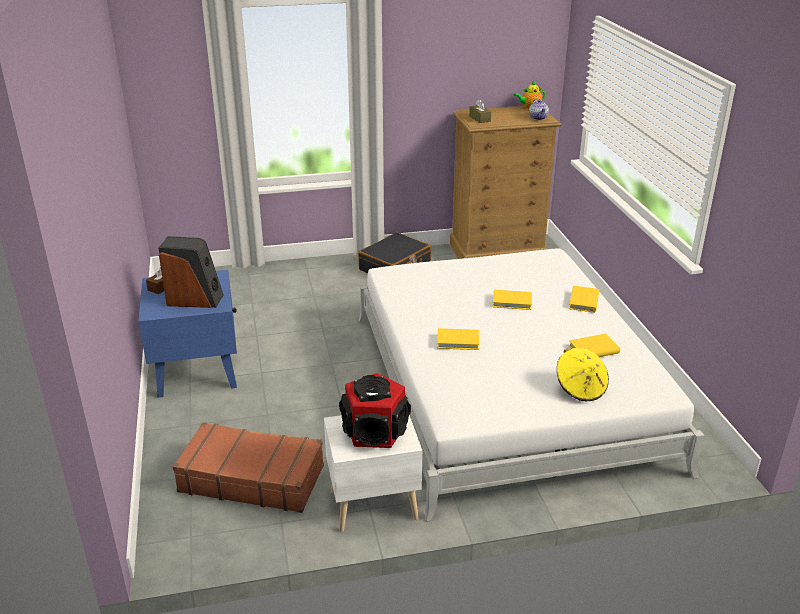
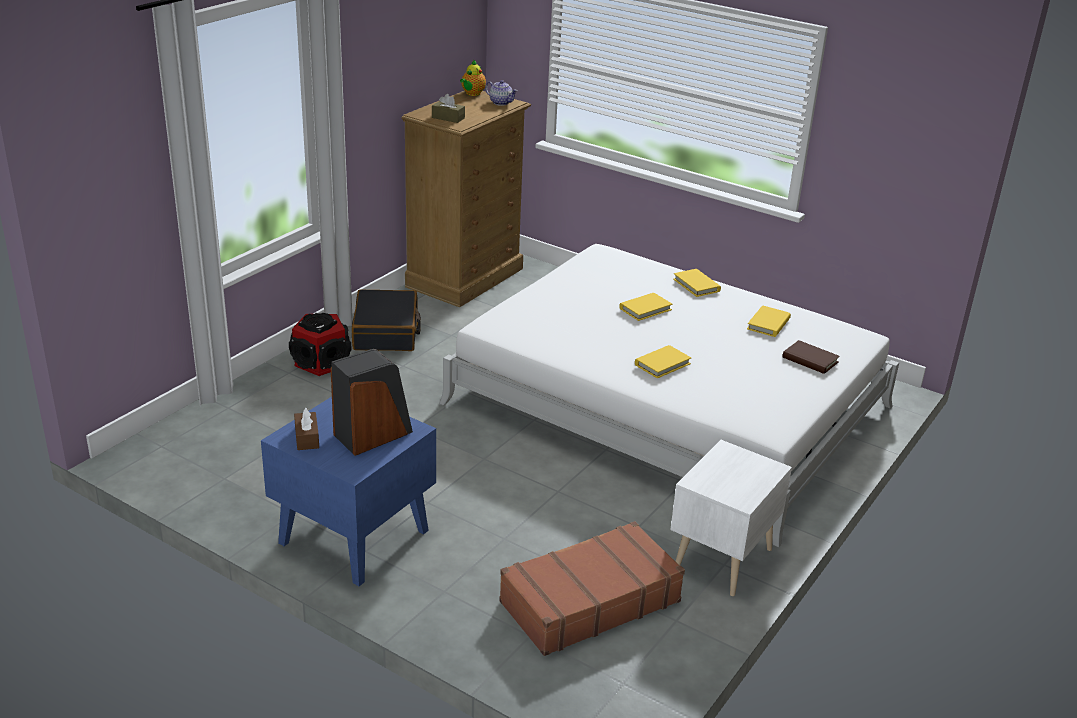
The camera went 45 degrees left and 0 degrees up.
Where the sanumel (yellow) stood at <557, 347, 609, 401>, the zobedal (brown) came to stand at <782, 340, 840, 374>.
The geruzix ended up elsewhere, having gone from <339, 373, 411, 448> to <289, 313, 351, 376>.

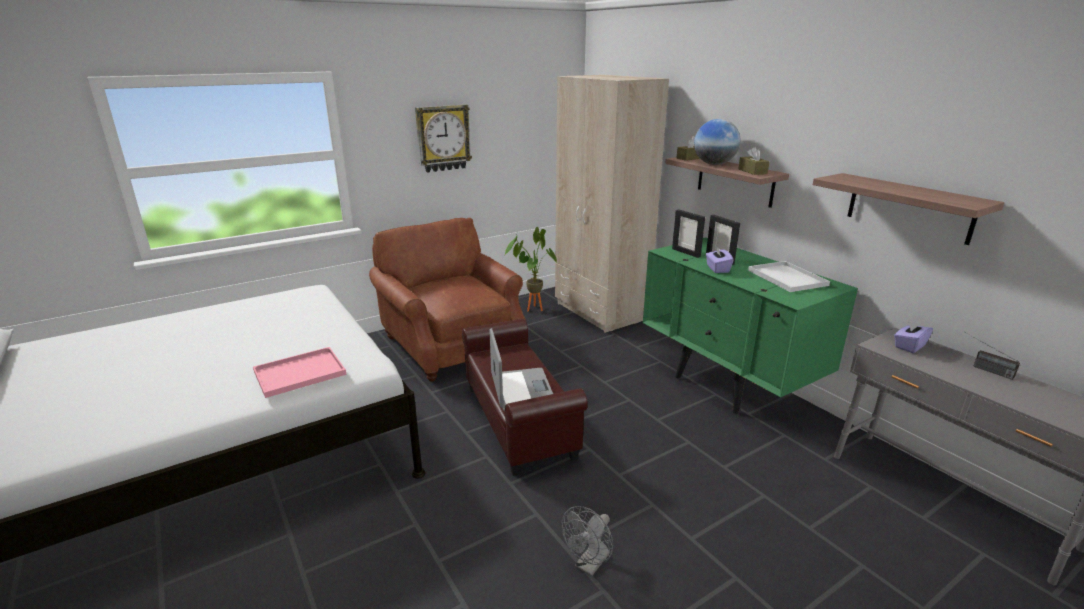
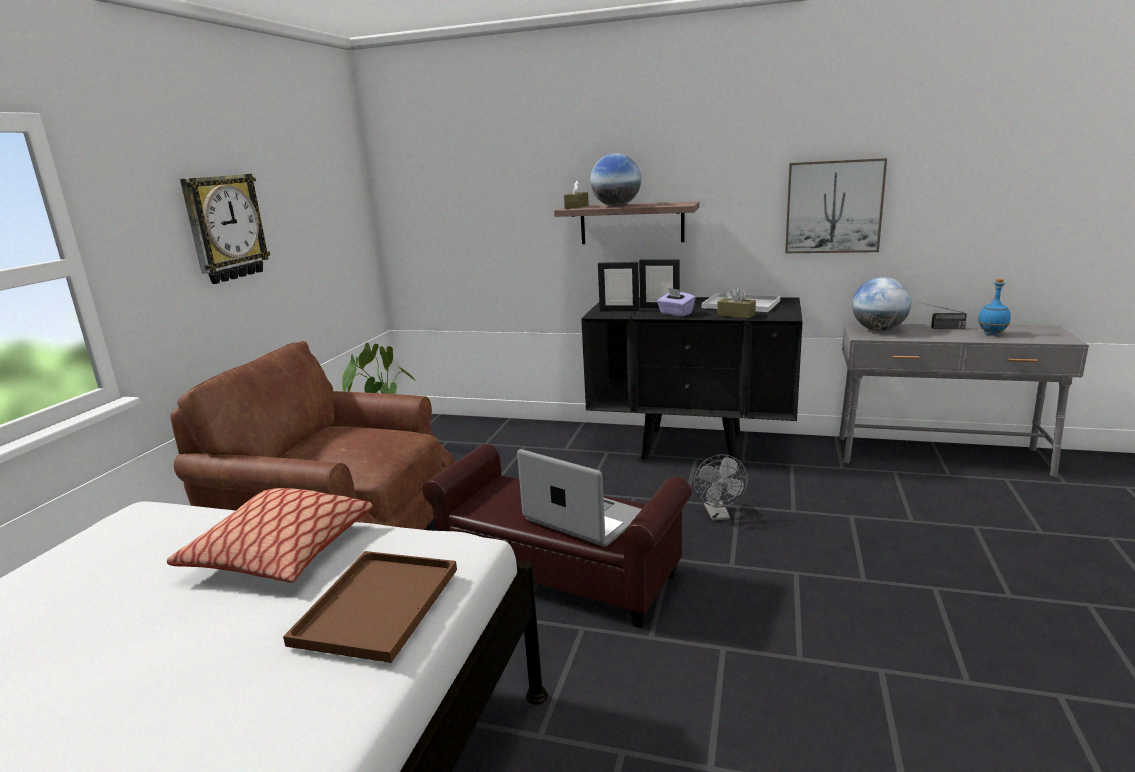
The camera went 40 degrees left and 5 degrees down.
The second view lost the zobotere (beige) at <555, 75, 669, 333>.
The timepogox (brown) ended up elsewhere, having gone from <738, 147, 769, 175> to <717, 287, 756, 318>.
Where the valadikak hung at <813, 173, 1005, 245>, the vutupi came to hang at <785, 158, 887, 253>.
What was the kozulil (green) at <643, 237, 858, 414> turned into the kozulil (black) at <581, 297, 803, 462>.
Where the timepogox (purple) stood at <894, 318, 933, 353>, the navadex came to stand at <852, 277, 911, 331>.
What was the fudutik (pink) at <253, 347, 347, 398> turned into the fudutik (brown) at <283, 551, 457, 663>.
The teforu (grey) ended up elsewhere, having gone from <561, 506, 613, 576> to <694, 454, 748, 521>.
The second view gained the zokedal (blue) at <978, 279, 1011, 336>.
The second view gained the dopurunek at <167, 488, 373, 583>.

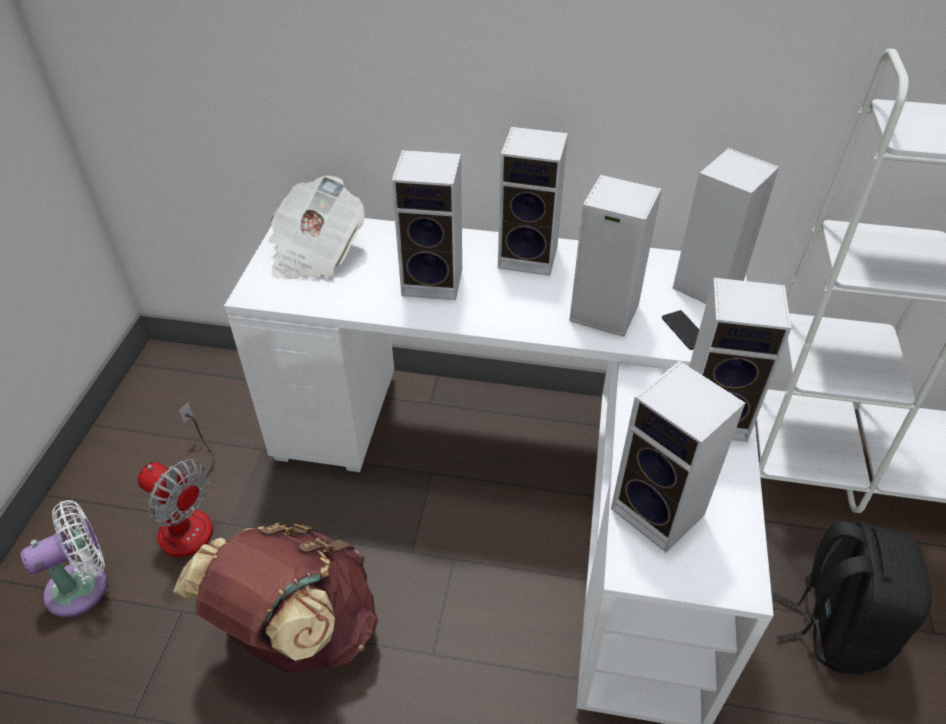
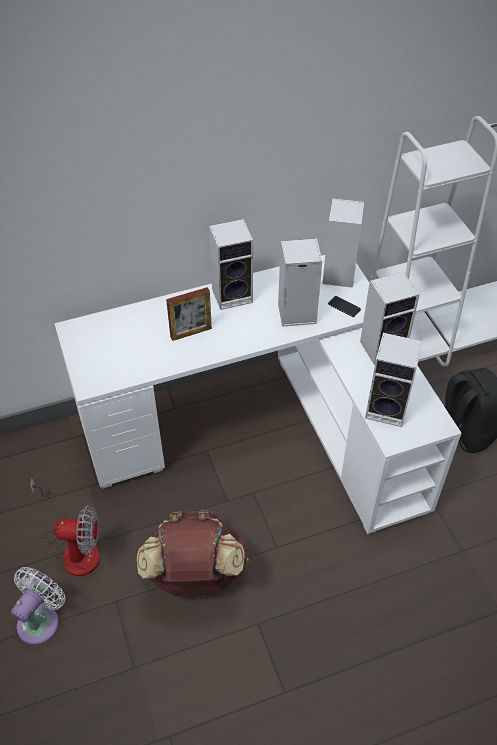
The camera went 30 degrees left and 5 degrees up.
Where the geruzix stood at <392, 150, 462, 300>, the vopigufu came to stand at <166, 287, 212, 341>.
The second view lost the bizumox at <269, 175, 365, 279>.

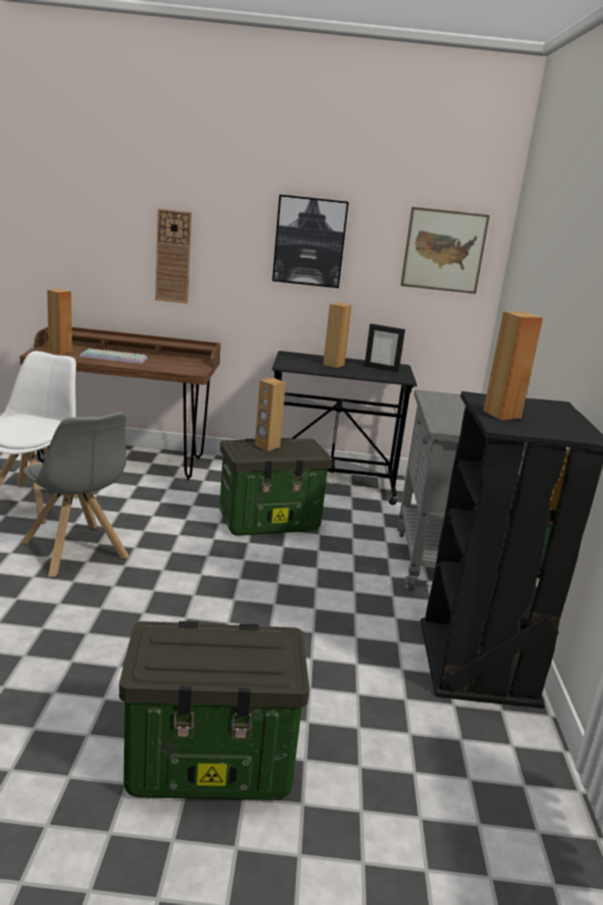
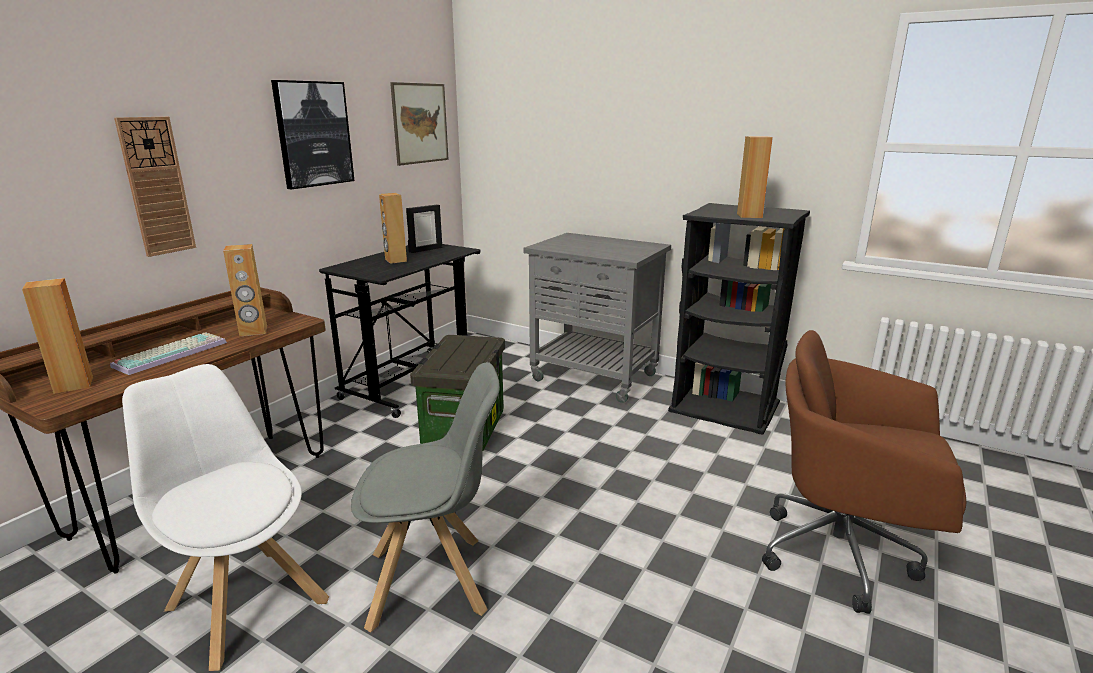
The camera went 60 degrees left and 0 degrees up.
The geruzix (brown) ended up elsewhere, having gone from <255, 378, 286, 451> to <223, 244, 267, 337>.
Where the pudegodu stood at <119, 621, 310, 800>, the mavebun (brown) came to stand at <762, 330, 966, 613>.

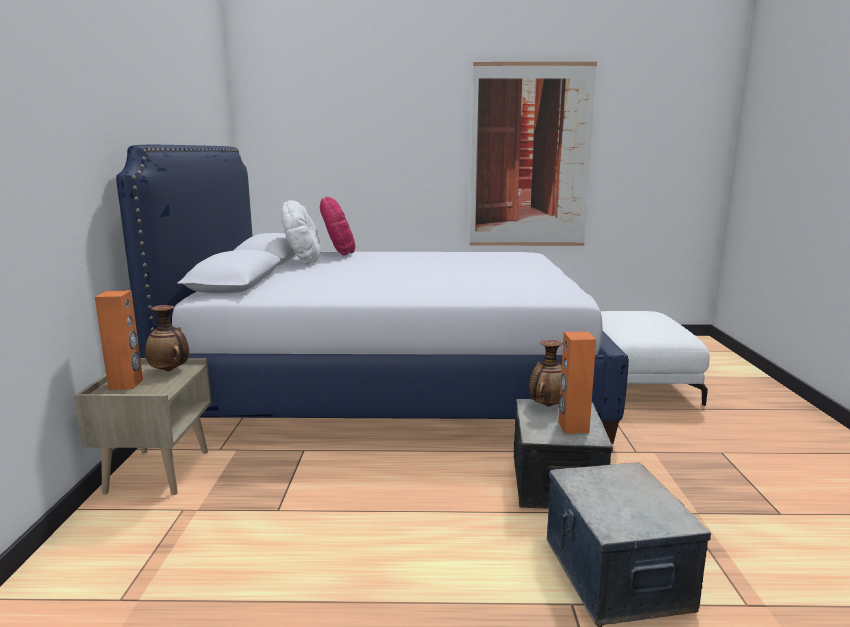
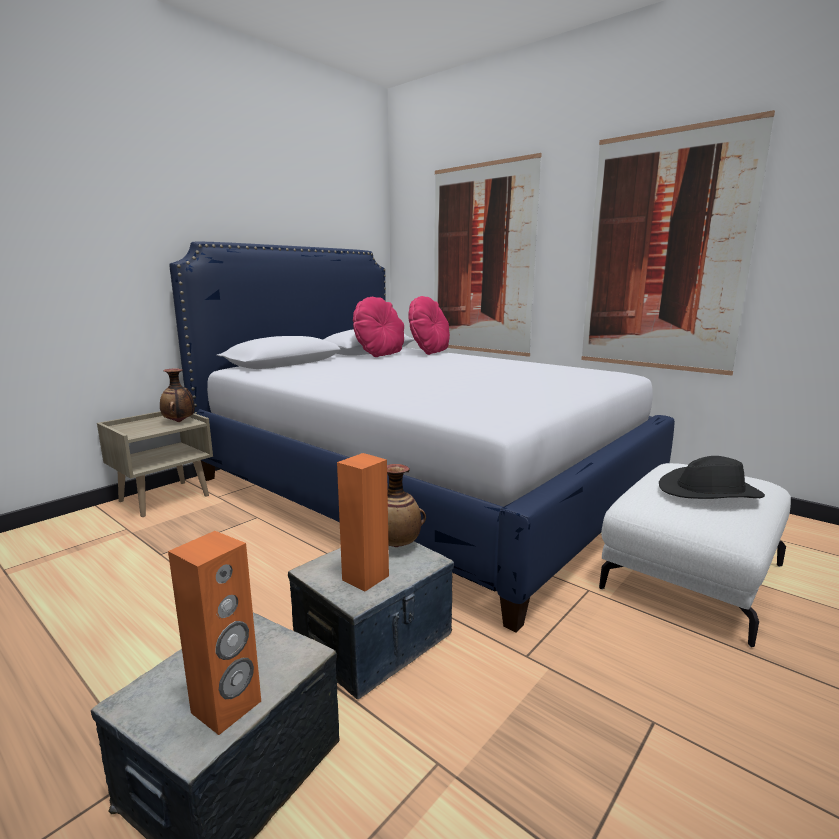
The camera went 40 degrees right and 0 degrees up.
What was the dopurunek (white) at <281, 200, 321, 264> turned into the dopurunek (pink) at <353, 297, 404, 357>.
The geruzix (orange) ended up elsewhere, having gone from <95, 290, 143, 390> to <168, 531, 261, 735>.
The second view gained the vutupi at <434, 153, 542, 357>.
The second view gained the sanumel (black) at <659, 456, 765, 499>.

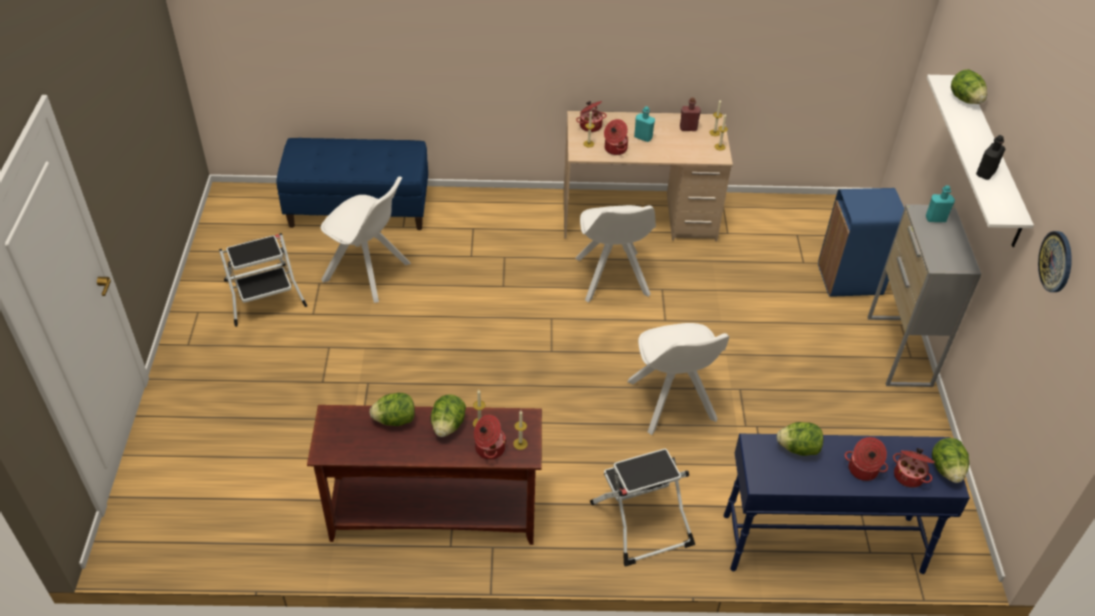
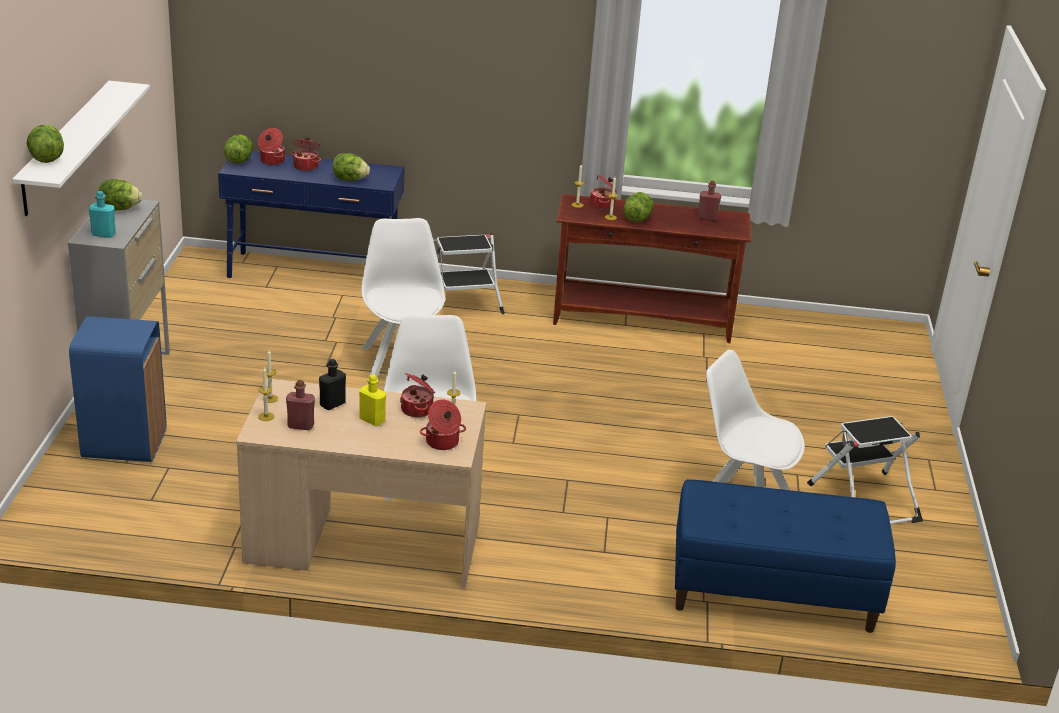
The camera went 175 degrees left and 15 degrees down.
What was the zokedal (turquoise) at <634, 106, 655, 142> turned into the zokedal (yellow) at <359, 374, 386, 426>.
The zokedal (black) ended up elsewhere, having gone from <976, 135, 1005, 180> to <319, 359, 346, 410>.
The second view lost the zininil at <1038, 231, 1072, 292>.
The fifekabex ended up elsewhere, having gone from <369, 393, 415, 426> to <99, 179, 142, 210>.
The second view gained the zokedal (red) at <698, 180, 721, 221>.

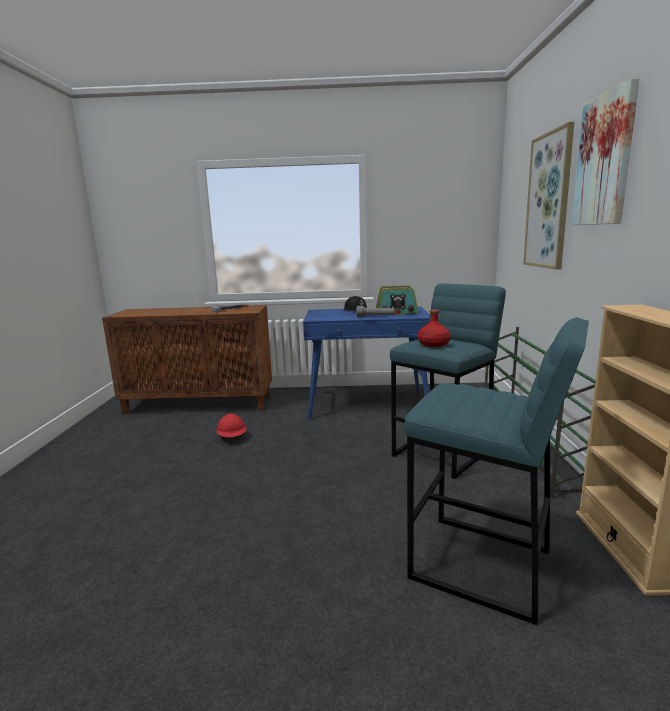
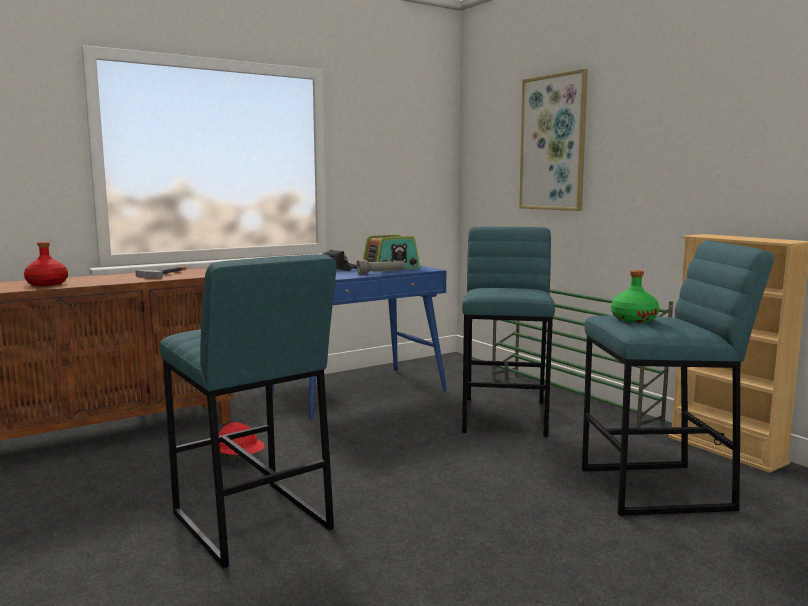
The camera went 35 degrees left and 5 degrees down.
The second view lost the vutupi at <571, 78, 639, 225>.
The zokedal (red) ended up elsewhere, having gone from <418, 309, 451, 347> to <24, 242, 68, 286>.
The second view gained the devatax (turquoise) at <160, 254, 337, 568>.
The second view gained the zokedal (green) at <611, 270, 659, 323>.

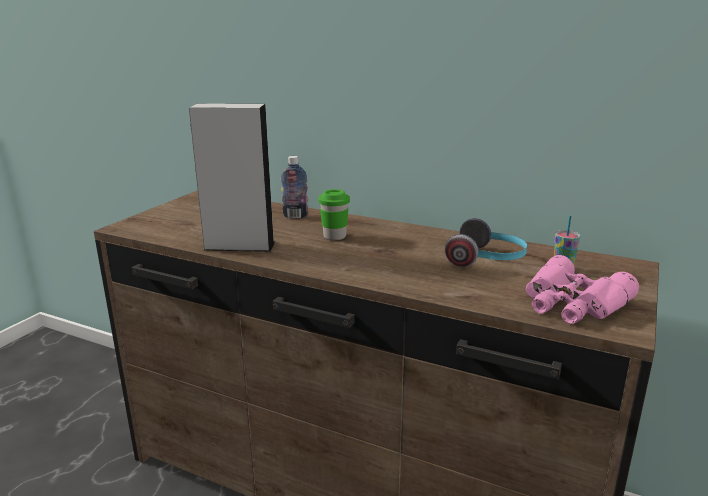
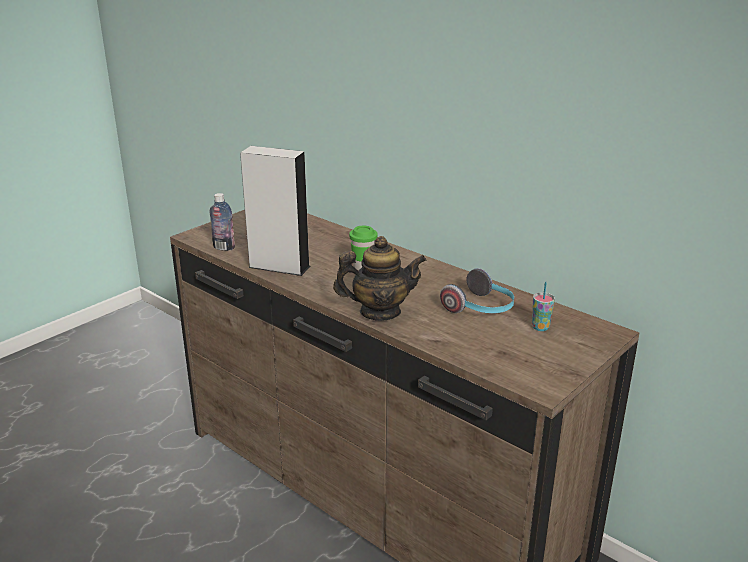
The camera went 15 degrees right and 5 degrees up.
The zokedal ended up elsewhere, having gone from <281, 156, 309, 219> to <210, 193, 235, 251>.
The second view lost the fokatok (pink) at <526, 255, 639, 324>.
The second view gained the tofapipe at <333, 236, 426, 321>.

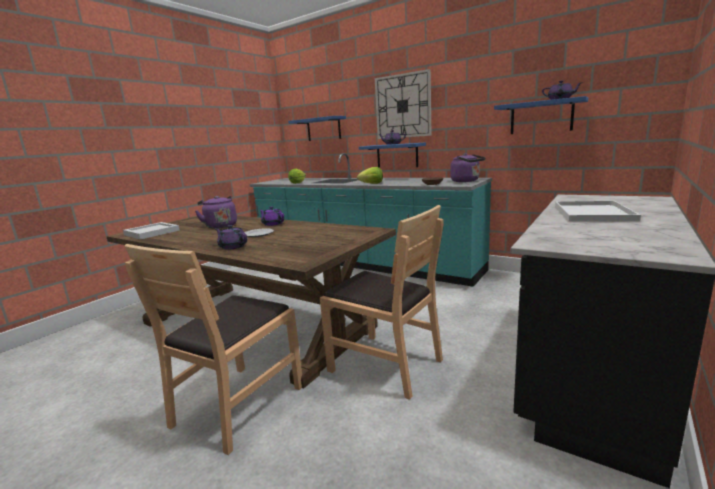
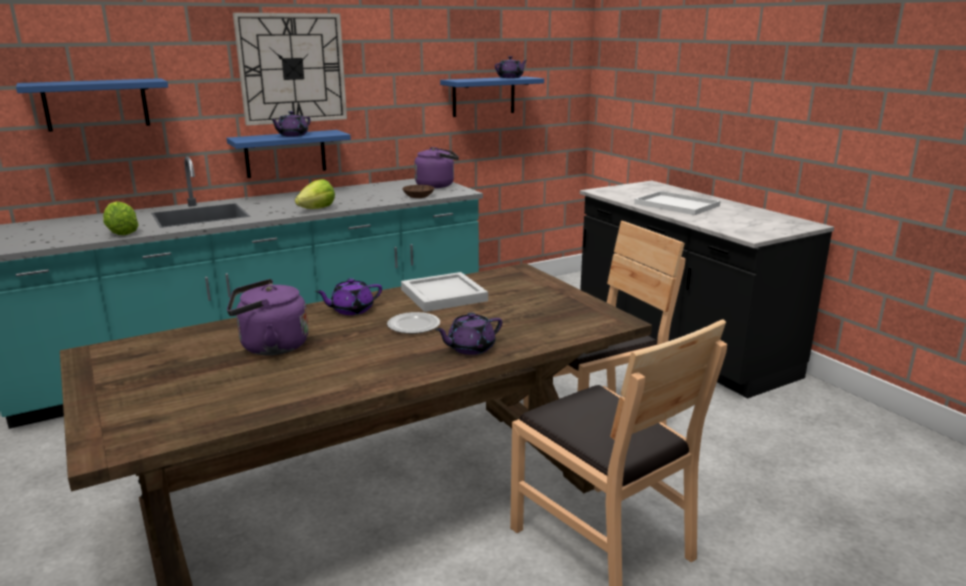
The camera went 65 degrees left and 5 degrees up.
The fudutik (white) ended up elsewhere, having gone from <123, 222, 180, 239> to <401, 272, 488, 312>.

